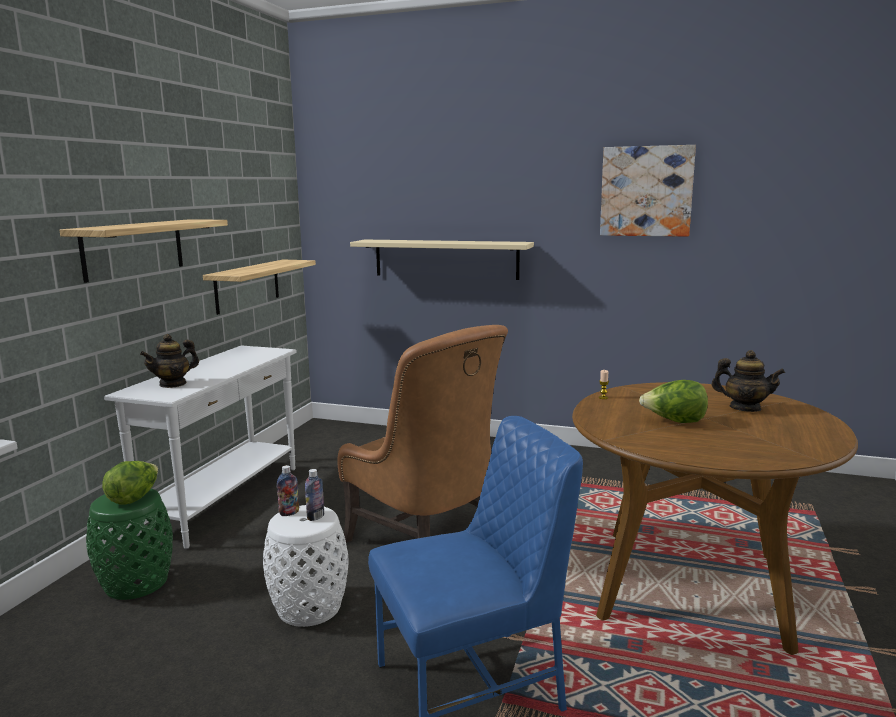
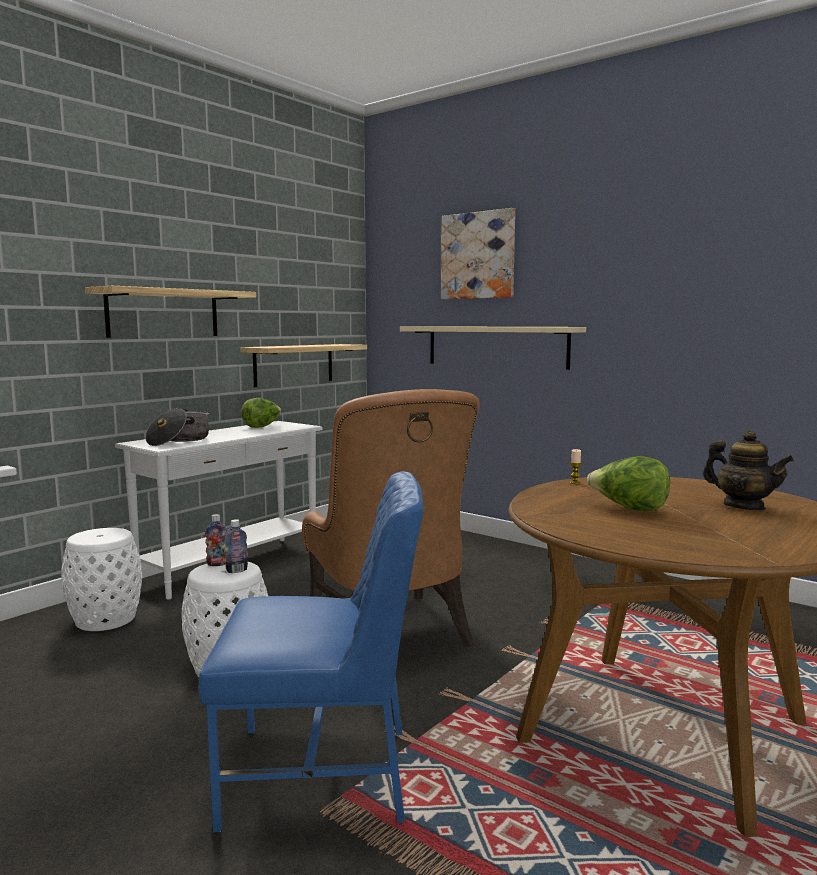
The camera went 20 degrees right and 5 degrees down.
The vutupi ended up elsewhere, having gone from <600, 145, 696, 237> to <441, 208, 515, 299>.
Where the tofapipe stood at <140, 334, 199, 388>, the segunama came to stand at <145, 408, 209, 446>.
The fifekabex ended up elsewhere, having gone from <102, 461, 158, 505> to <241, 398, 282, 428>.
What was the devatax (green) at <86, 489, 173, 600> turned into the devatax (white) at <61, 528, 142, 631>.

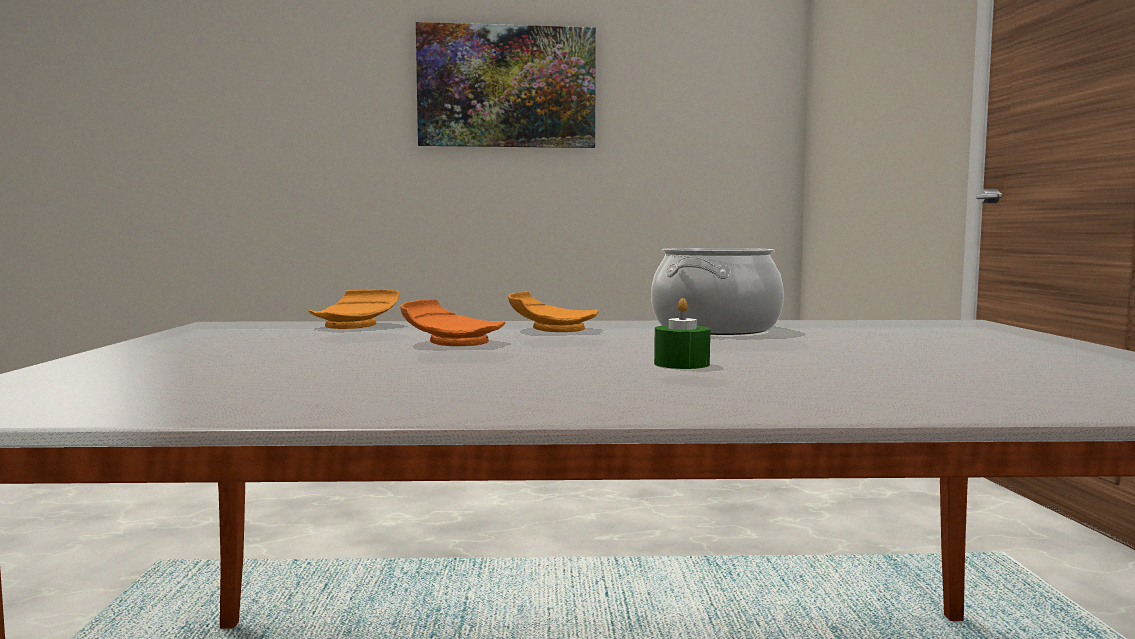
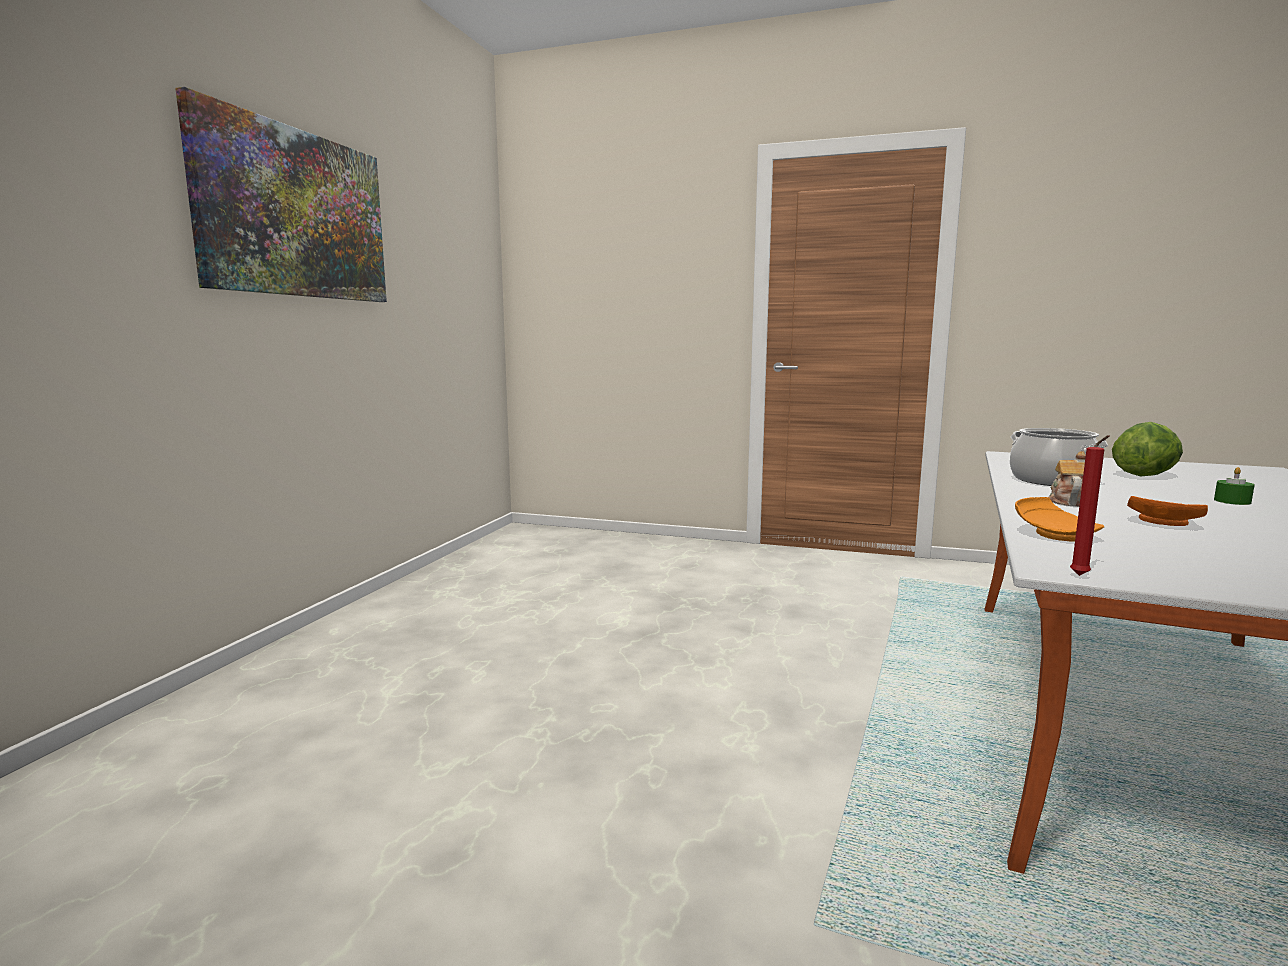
The camera went 65 degrees left and 5 degrees up.
Where the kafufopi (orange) stood at <508, 292, 599, 332>, the tofapipe came to stand at <1049, 451, 1086, 507>.
The second view gained the fifekabex at <1112, 422, 1183, 477>.
The second view gained the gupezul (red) at <1070, 435, 1110, 576>.

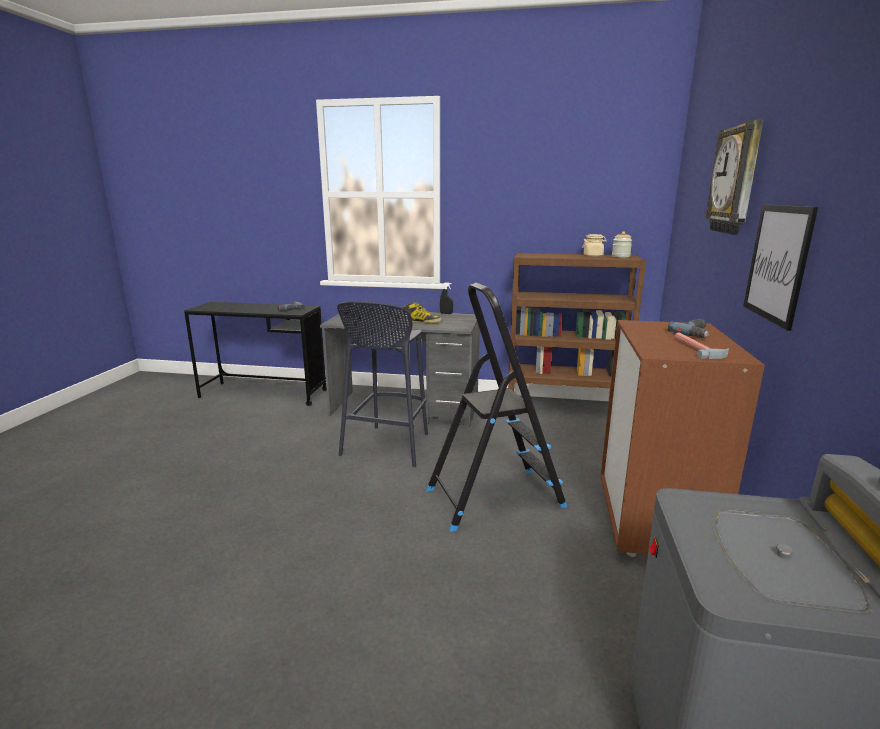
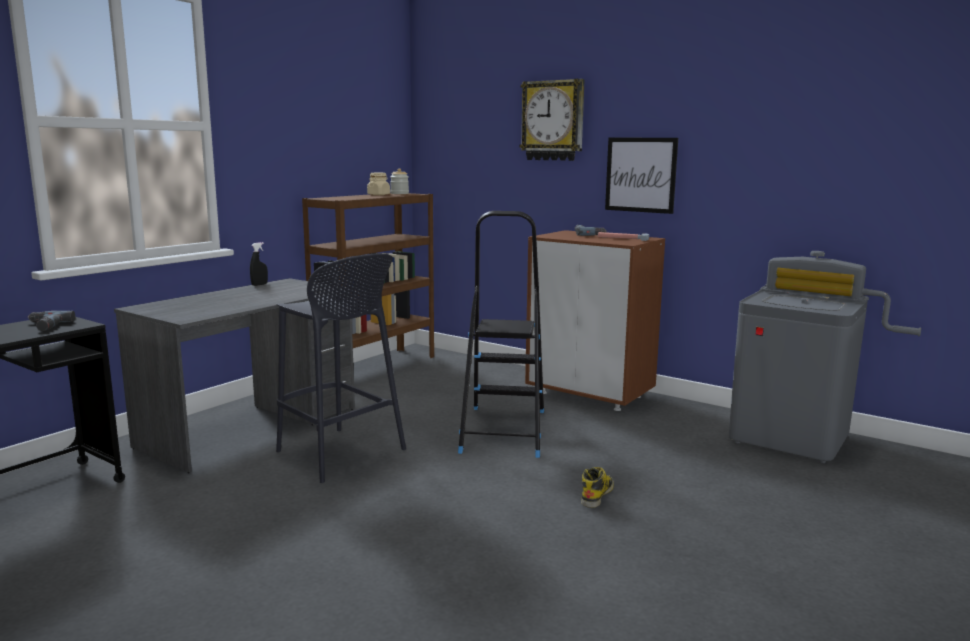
The camera went 65 degrees left and 5 degrees down.
The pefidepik ended up elsewhere, having gone from <403, 302, 442, 323> to <581, 467, 614, 508>.

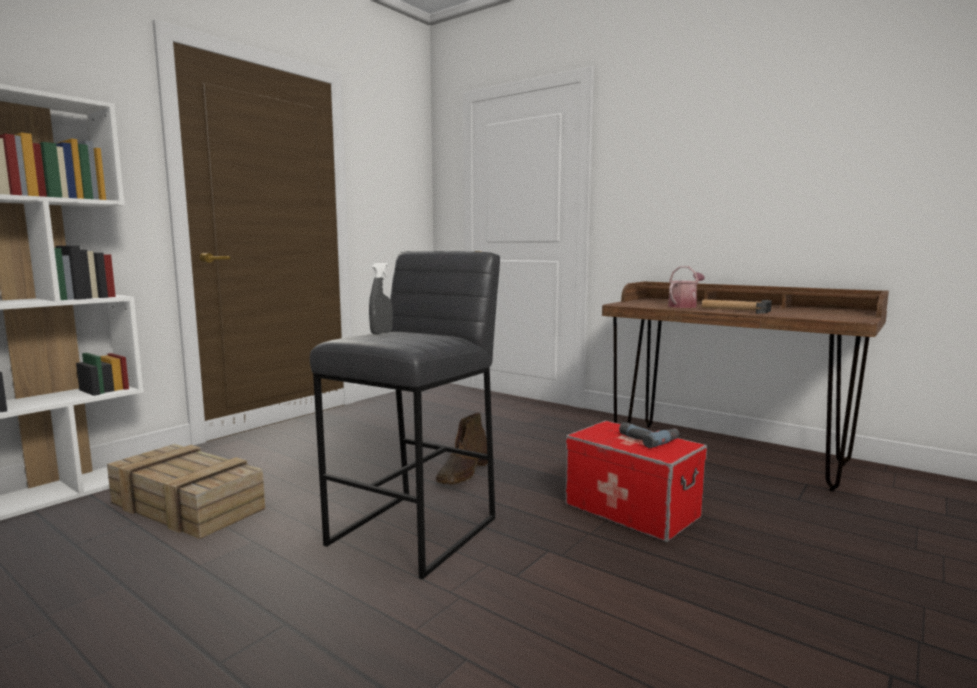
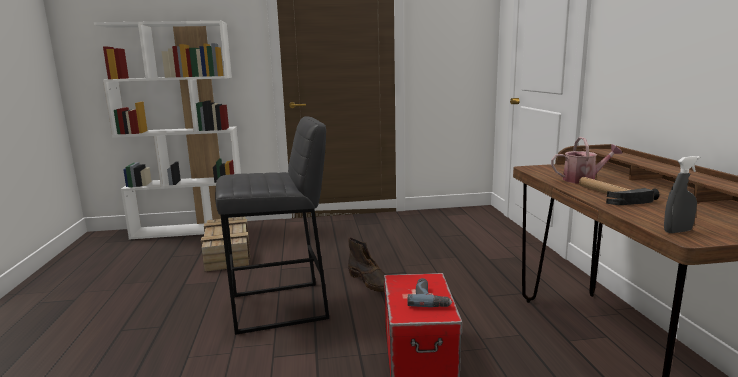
The camera went 45 degrees right and 5 degrees up.
The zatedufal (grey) ended up elsewhere, having gone from <369, 263, 393, 334> to <664, 156, 700, 233>.
The pefidepik (brown) at <436, 412, 488, 485> ended up facing another way, 105 degrees counterclockwise from before.

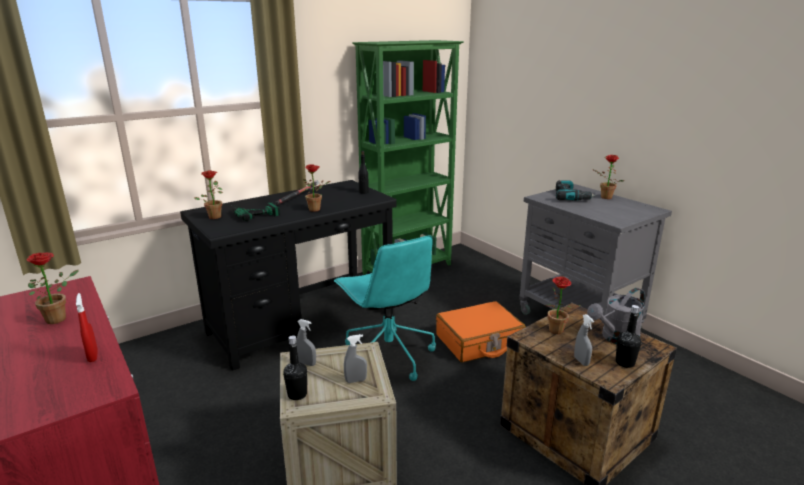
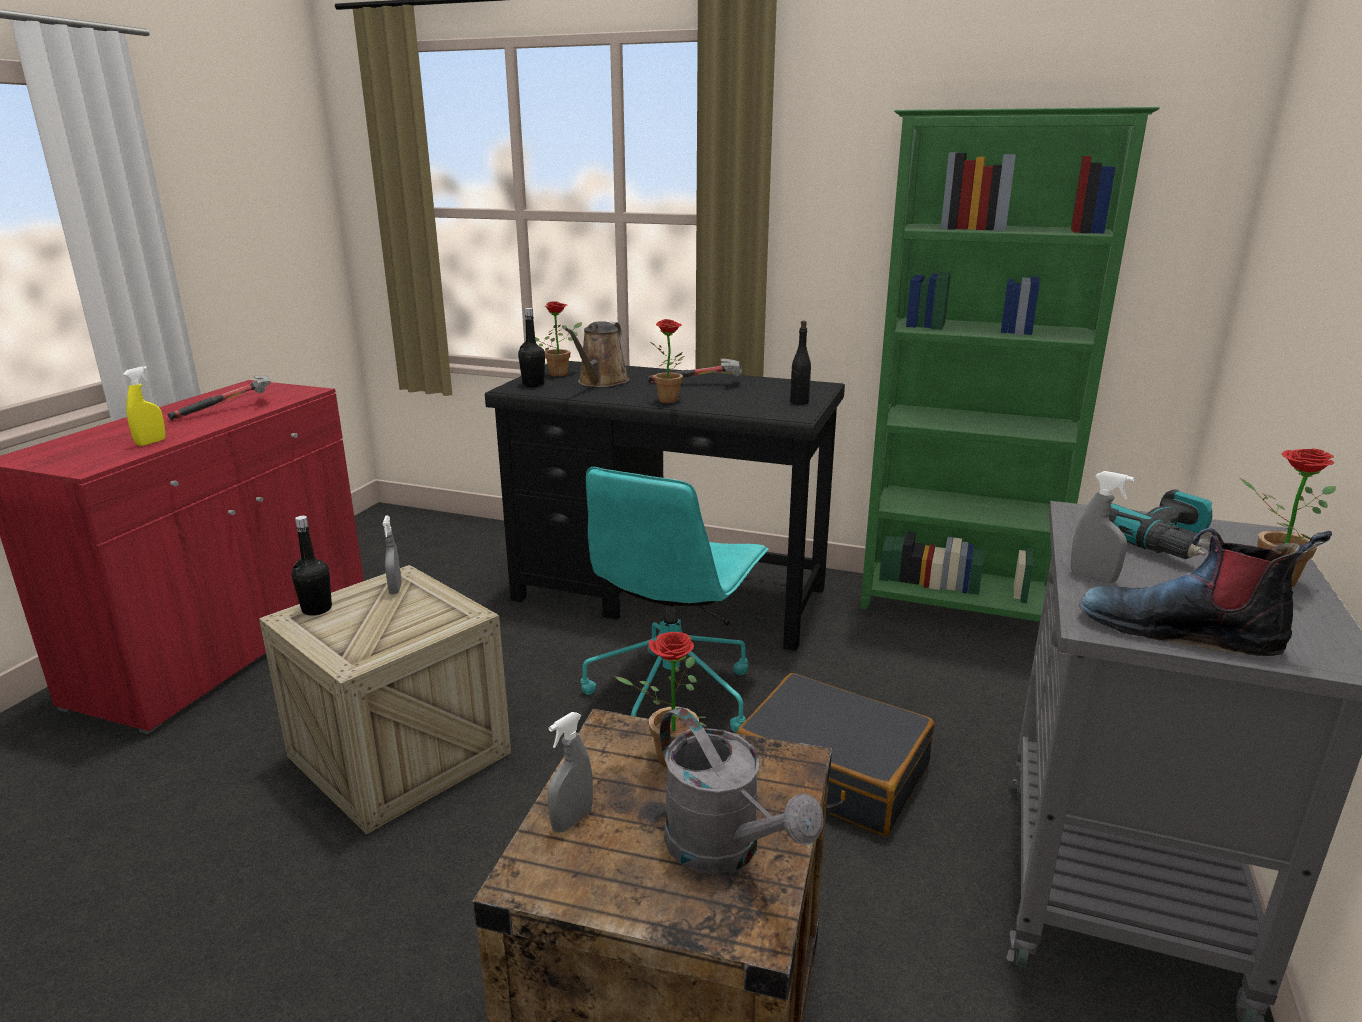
The camera went 55 degrees right and 0 degrees up.
Where the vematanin stood at <231, 202, 280, 221>, the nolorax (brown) came to stand at <565, 321, 630, 387>.
Where the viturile stood at <26, 253, 79, 324>, the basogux came to stand at <167, 375, 271, 421>.
The nolorax (grey) at <587, 288, 645, 344> ended up facing another way, 150 degrees counterclockwise from before.
What was the zatedufal (red) at <76, 293, 98, 362> turned into the zatedufal (yellow) at <123, 366, 165, 446>.
What was the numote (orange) at <436, 301, 526, 362> turned into the numote (black) at <737, 673, 934, 836>.
The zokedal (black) ended up elsewhere, having gone from <616, 305, 642, 368> to <518, 308, 545, 387>.
The zatedufal (grey) ended up elsewhere, having gone from <344, 334, 367, 383> to <1071, 471, 1134, 583>.
The second view gained the pefidepik at <1079, 528, 1332, 656>.

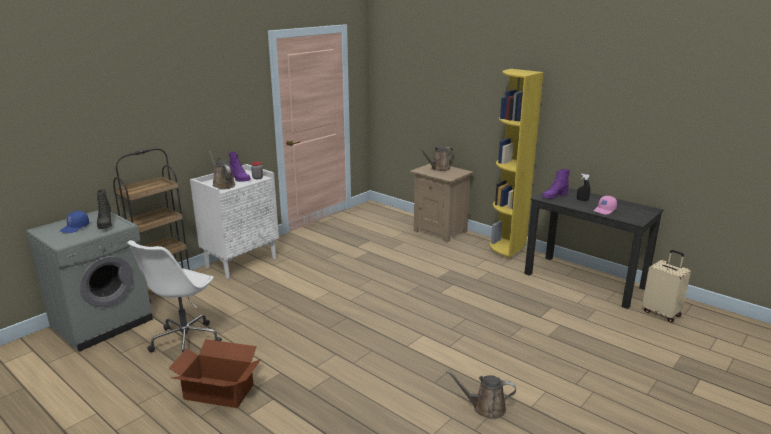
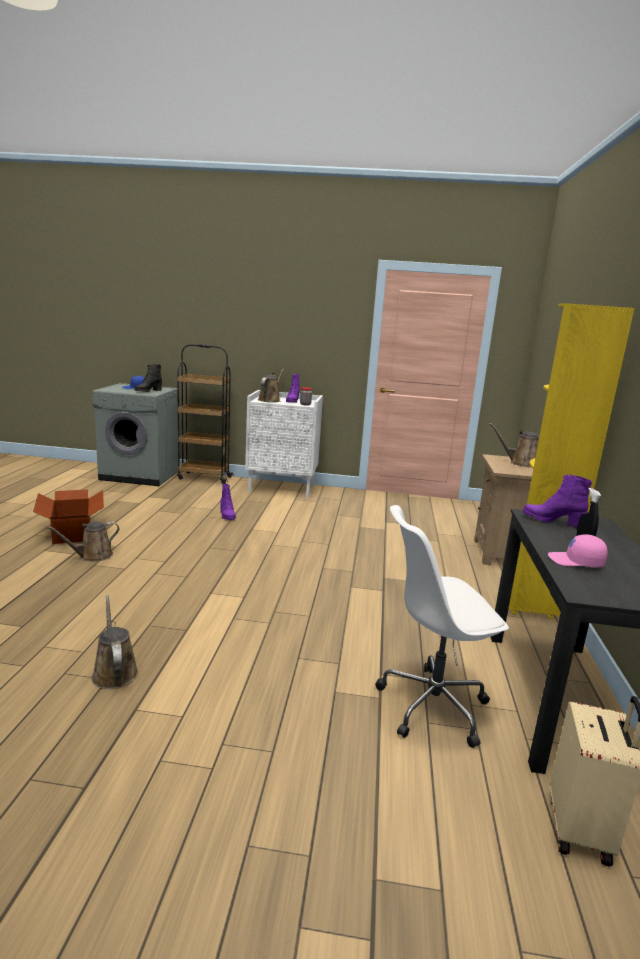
The camera went 55 degrees right and 5 degrees down.
The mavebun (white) ended up elsewhere, having gone from <127, 240, 222, 353> to <375, 505, 509, 748>.
The second view gained the pefidepik (purple) at <221, 484, 236, 520>.
The second view gained the nolorax (brown) at <46, 521, 119, 561>.

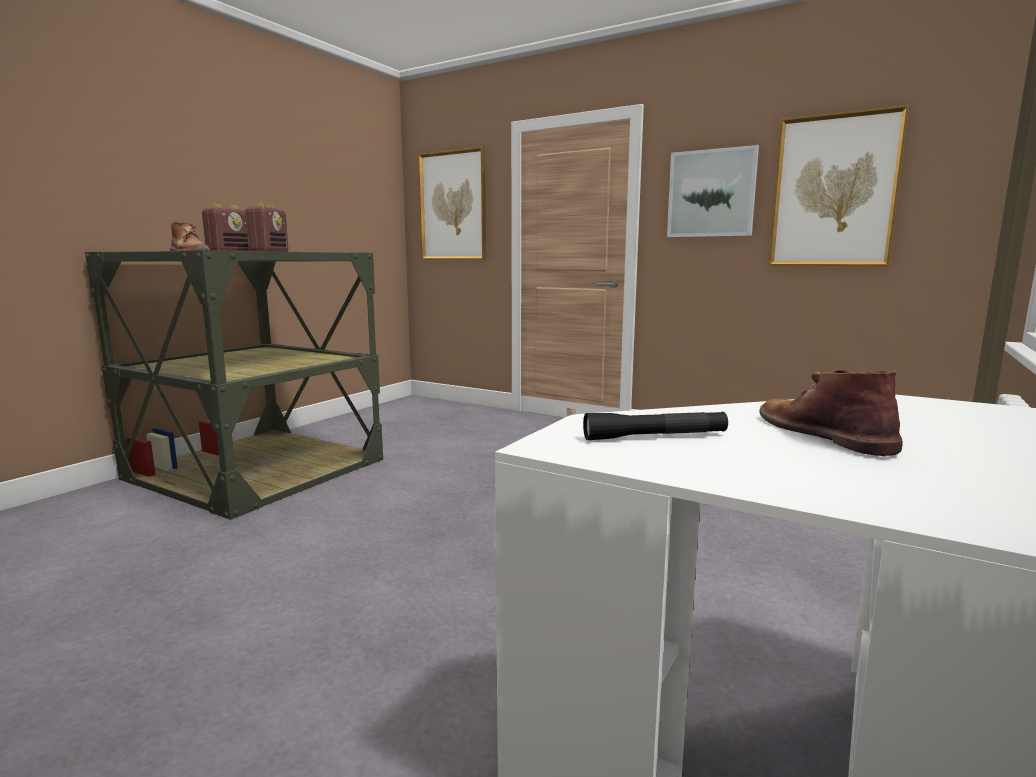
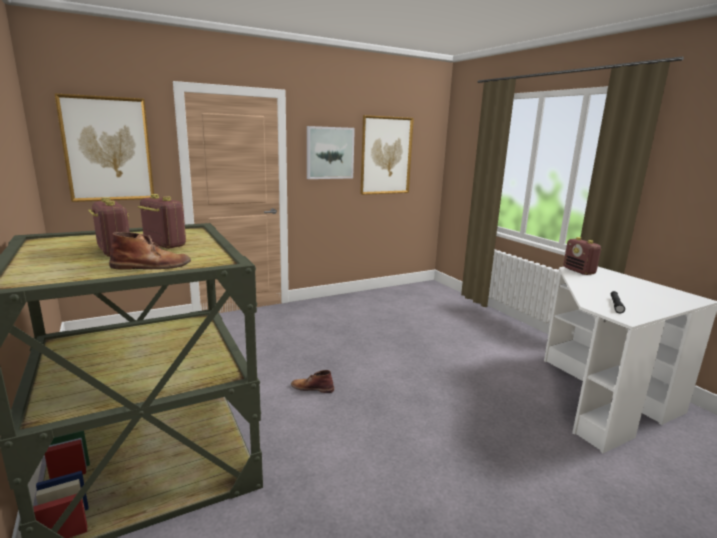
The camera went 60 degrees left and 5 degrees up.
The pefidepik (brown) ended up elsewhere, having gone from <759, 369, 903, 456> to <291, 370, 334, 393>.
The second view gained the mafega at <564, 237, 601, 275>.

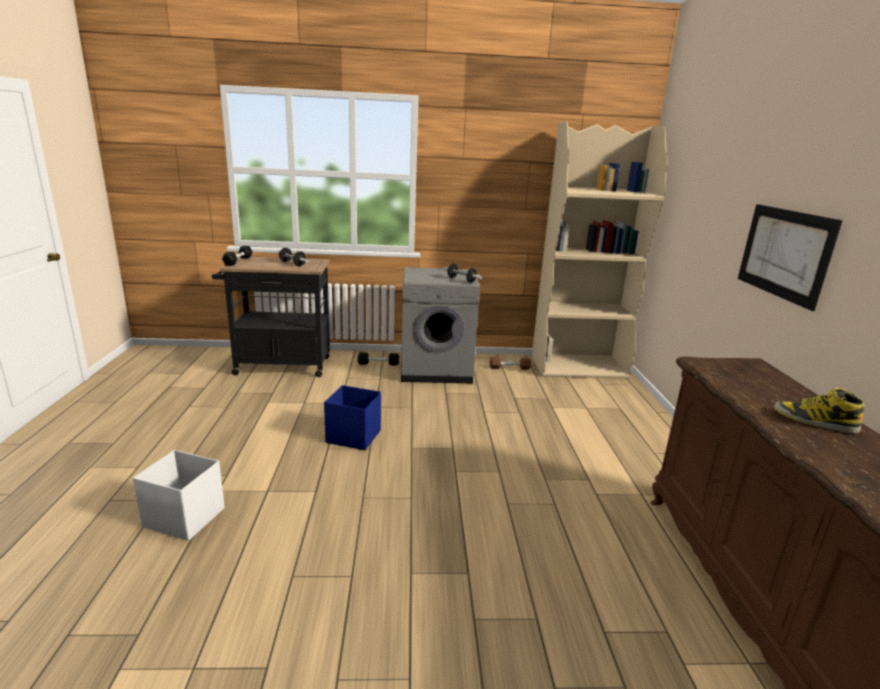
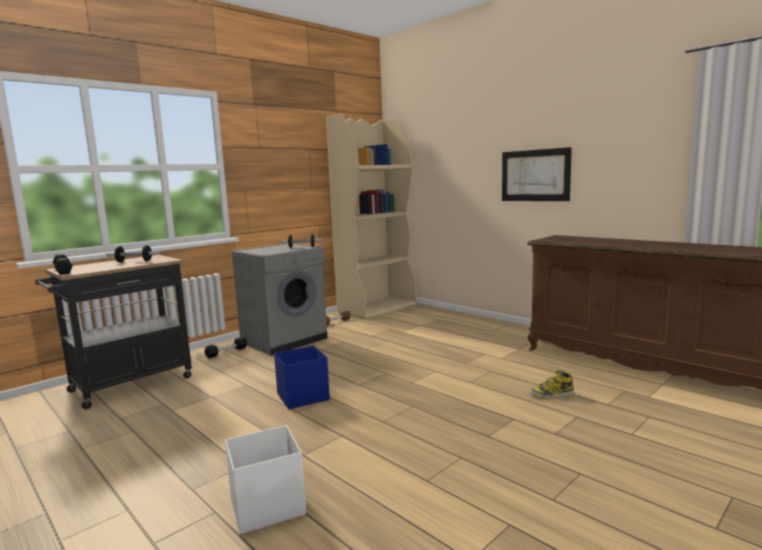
The camera went 40 degrees left and 10 degrees down.
The pefidepik ended up elsewhere, having gone from <774, 388, 864, 433> to <530, 370, 574, 398>.

